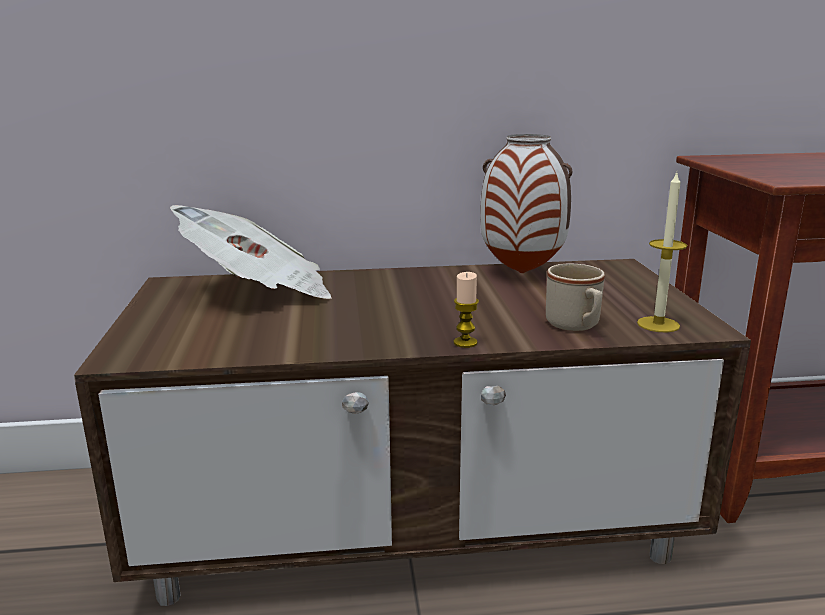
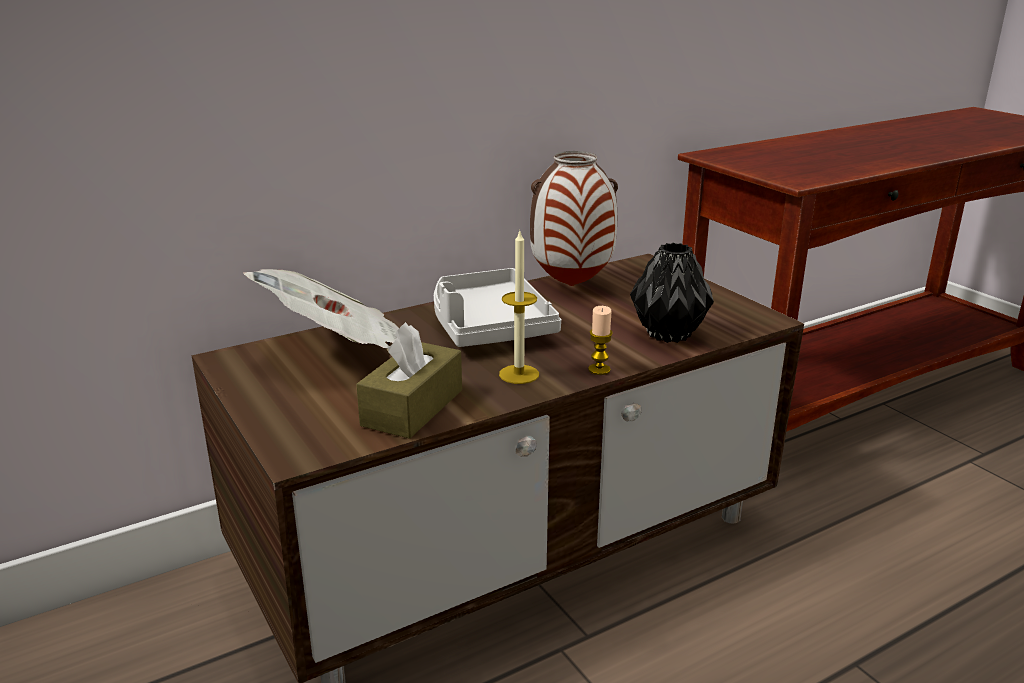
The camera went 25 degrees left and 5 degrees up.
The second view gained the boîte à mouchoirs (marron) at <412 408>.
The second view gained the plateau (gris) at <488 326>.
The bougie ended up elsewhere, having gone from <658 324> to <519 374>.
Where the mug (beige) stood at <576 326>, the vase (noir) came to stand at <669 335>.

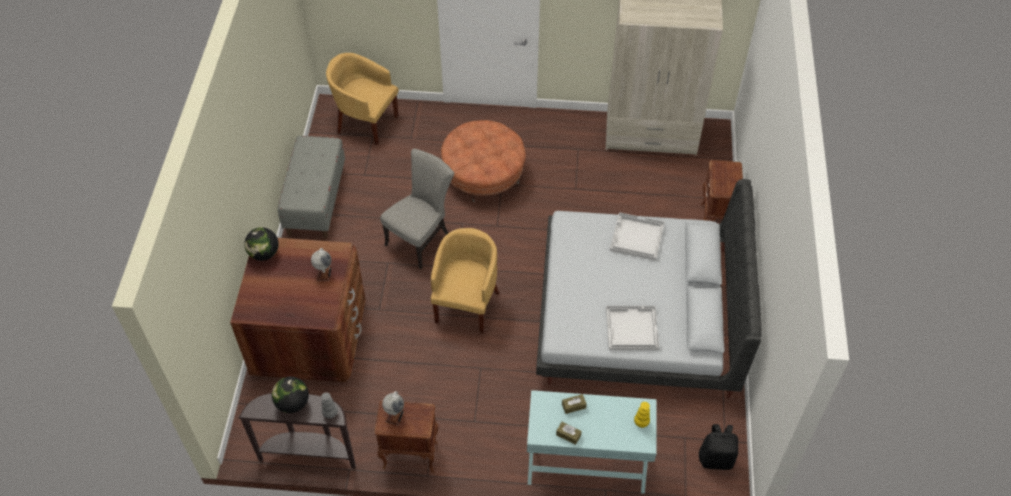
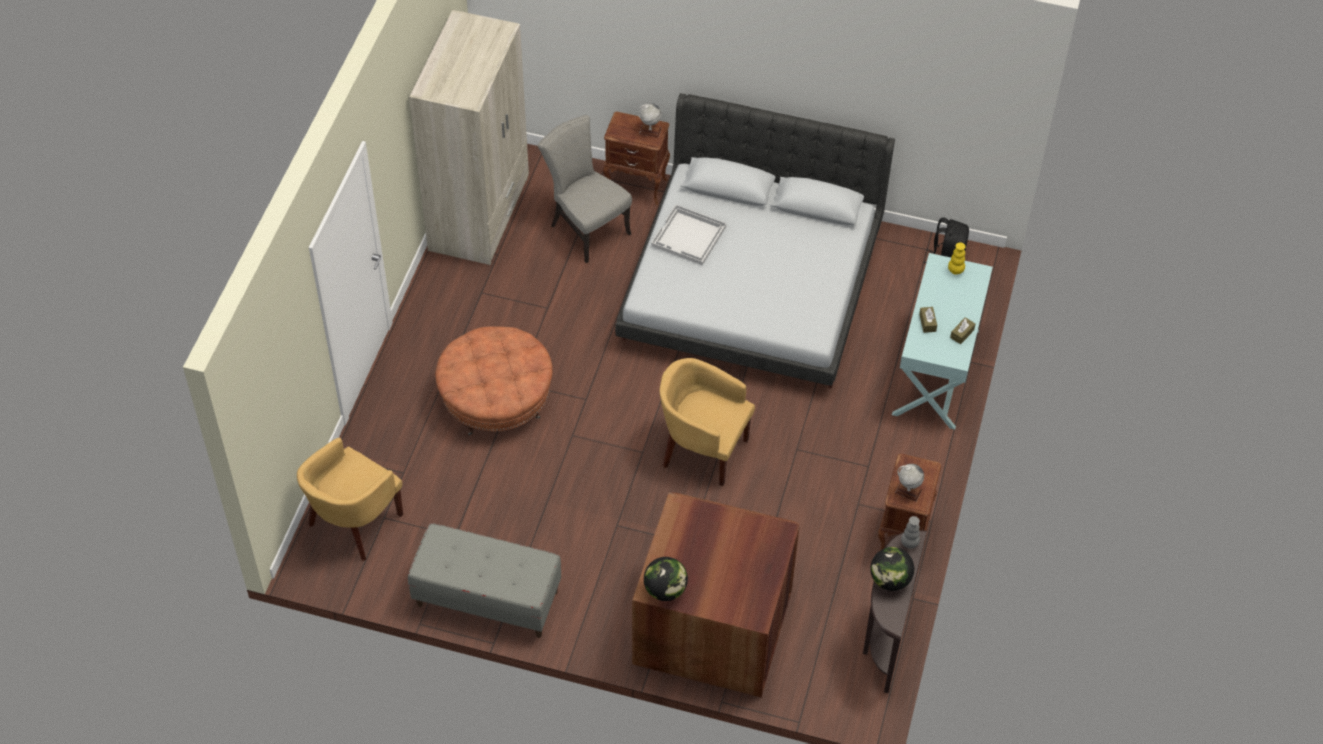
The camera went 80 degrees left and 0 degrees up.
The chaise (gris) ended up elsewhere, having gone from <421 238> to <586 228>.
The globe ended up elsewhere, having gone from <324 272> to <650 131>.
The second view lost the plateau (blanc) at <631 328>.

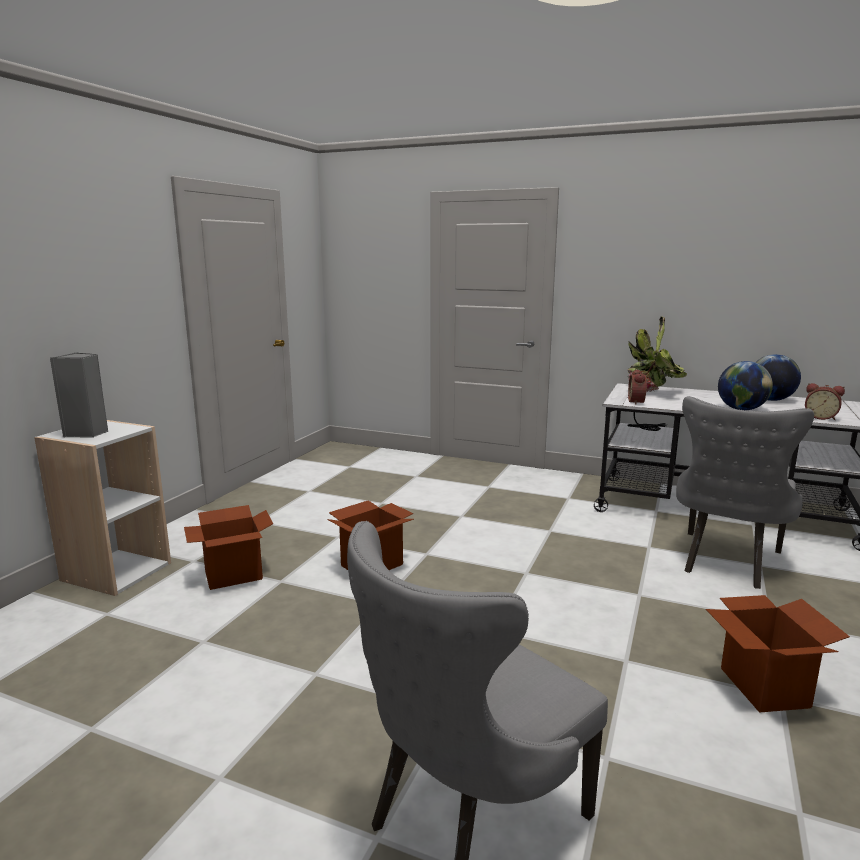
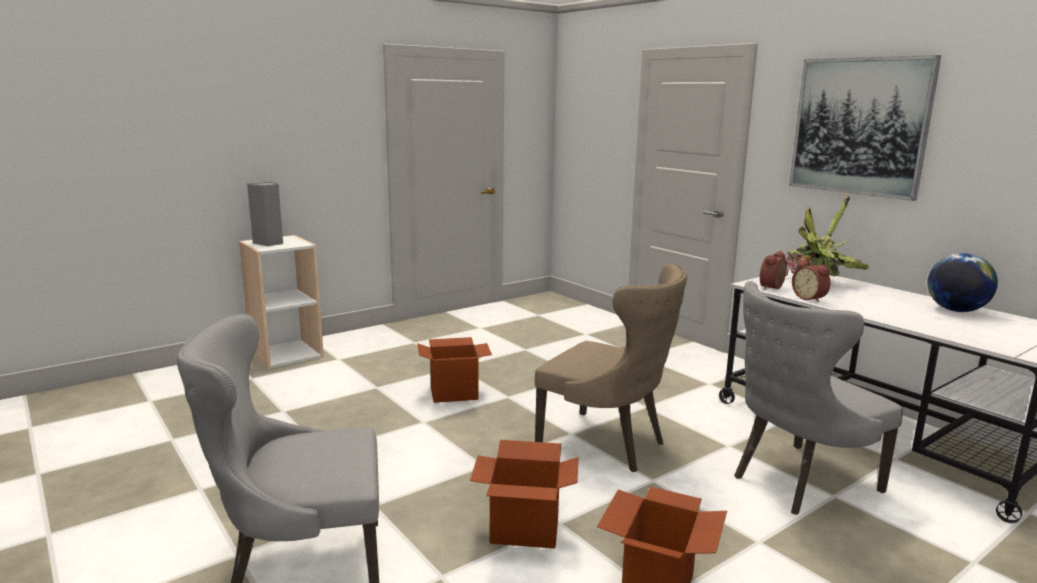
The camera went 30 degrees right and 0 degrees up.
The carton ended up elsewhere, having gone from <233 575> to <524 530>.
The second view gained the chaise (beige) at <607 443>.
The second view gained the tableau at <859 126>.
The réveil ended up elsewhere, having gone from <820 417> to <810 298>.
The second view lost the globe at <741 409>.

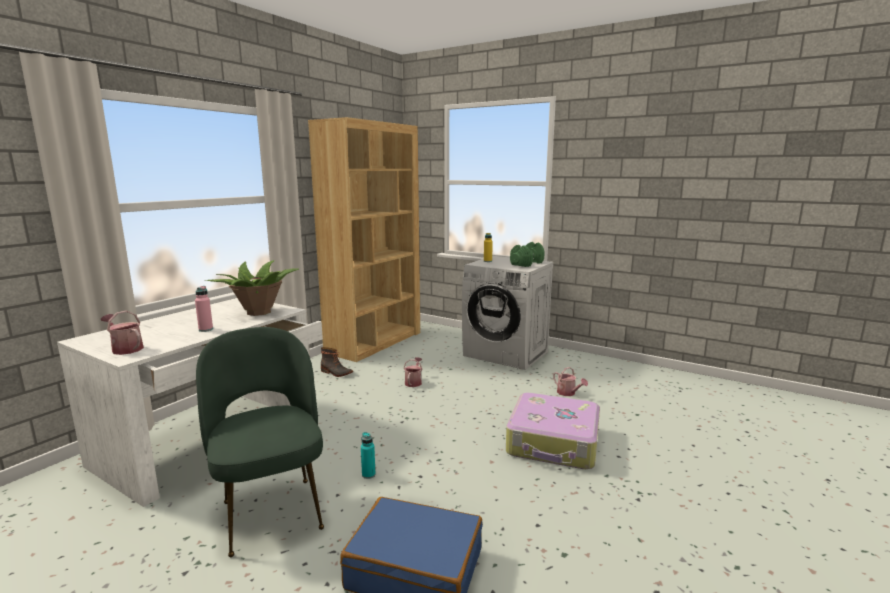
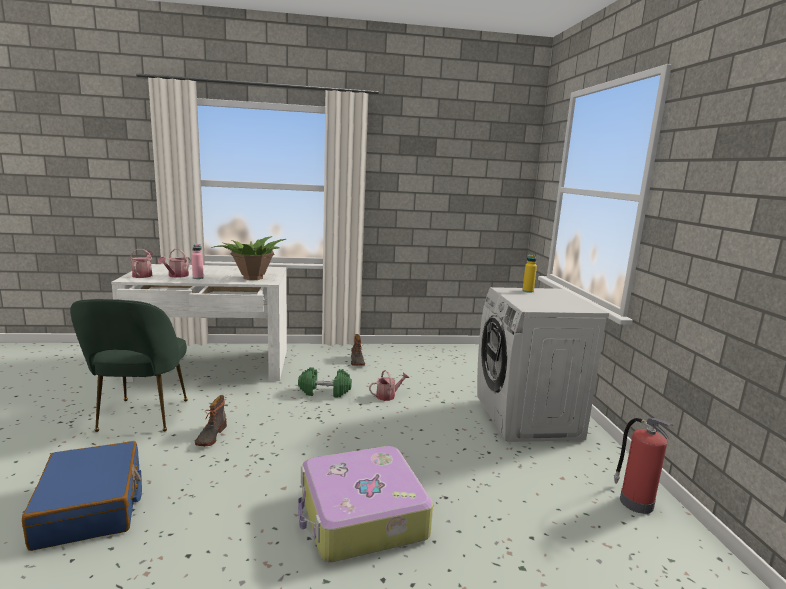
The camera went 50 degrees right and 0 degrees up.
The chaise (vert) at <271 509> ended up facing another way, 150 degrees clockwise from before.
The arrosoir ended up elsewhere, having gone from <568 393> to <176 276>.
Where the bouteille (turquoise) stood at <368 474>, the botte came to stand at <210 436>.
The haltère (vert) ended up elsewhere, having gone from <527 263> to <324 392>.
The second view gained the extincteur at <635 501>.
The second view lost the bibliothèque (marron) at <375 342>.

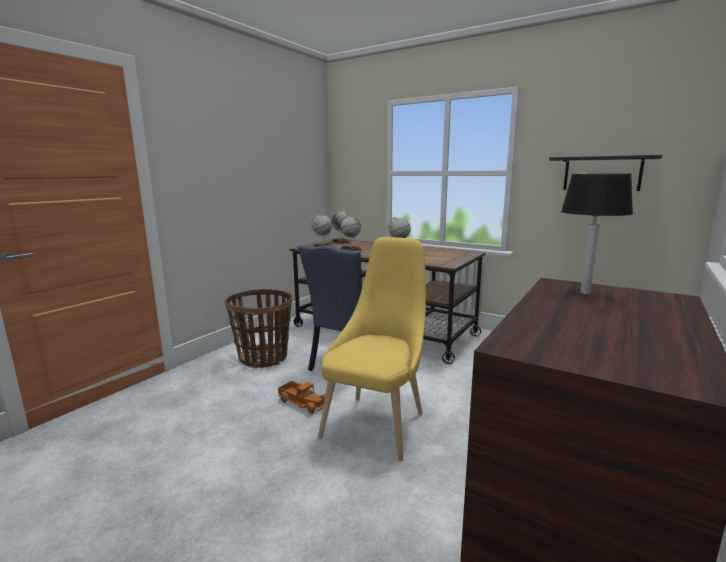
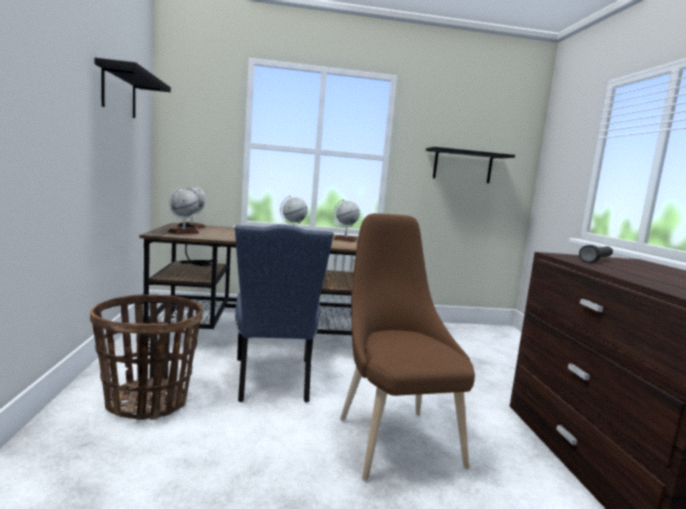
The camera went 40 degrees left and 5 degrees down.
The second view gained the étagère (noir) at <119 92>.
The globe ended up elsewhere, having gone from <350 249> to <345 239>.
What was the chaise (jaune) at <377 422> turned into the chaise (marron) at <393 437>.
Where the lampe de table stood at <585 293>, the lampe de poche (noir) came to stand at <596 261>.
The second view lost the camion jouet at <303 402>.

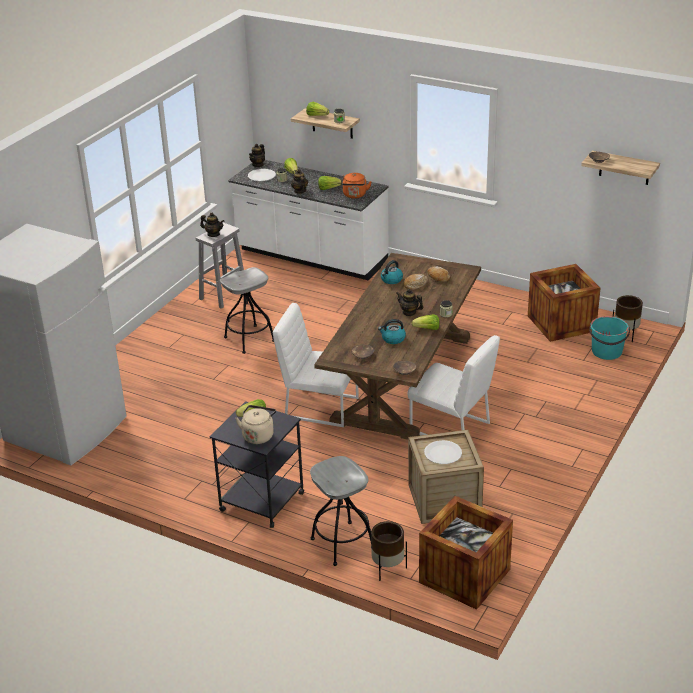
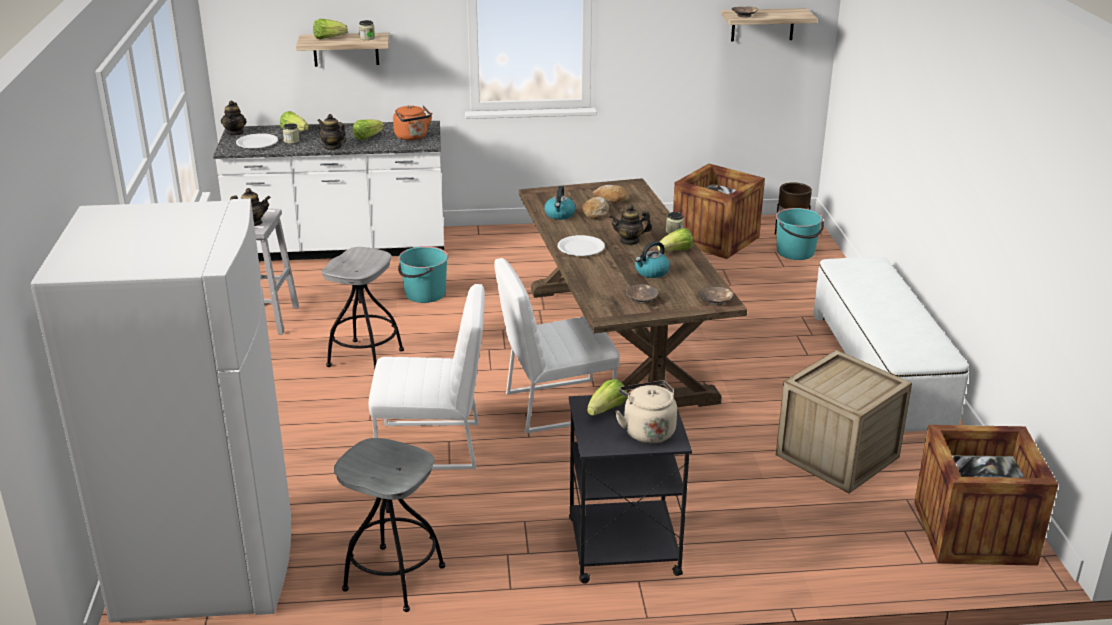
The camera went 35 degrees left and 5 degrees down.
The tabouret (gris) ended up elsewhere, having gone from <342 543> to <394 578>.
The chaise (blanc) ended up elsewhere, having gone from <451 428> to <433 446>.
The second view gained the seau (turquoise) at <424 294>.
The assiette (blanc) ended up elsewhere, having gone from <443 453> to <581 247>.
The second view gained the banc (blanc) at <880 367>.
The second view lost the cache-pot (marron) at <387 569>.

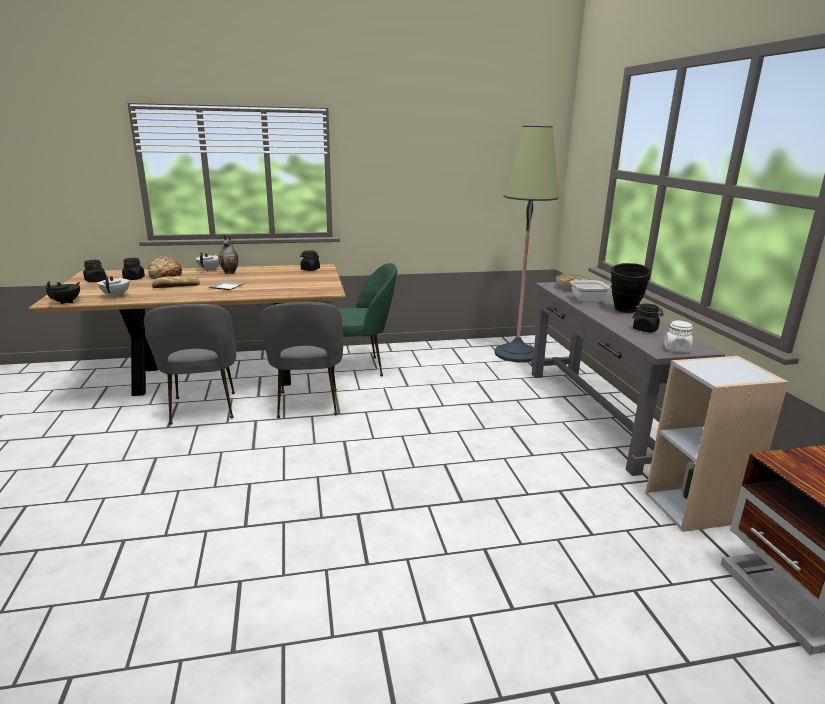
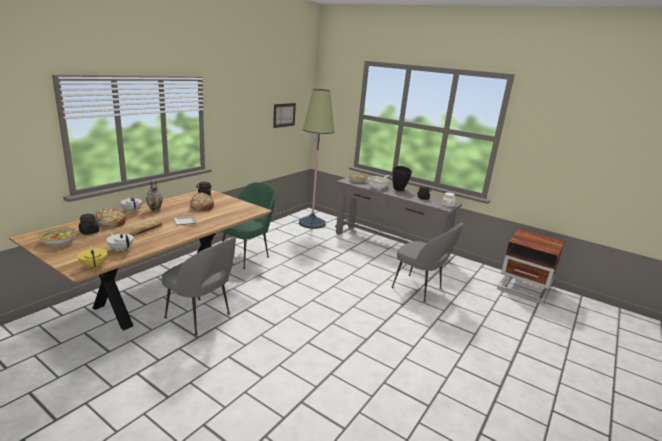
The camera went 45 degrees left and 0 degrees up.
Where the bocal (noir) stood at <96 281>, the bol came to stand at <59 242>.
What was the théière (noir) at <67 302> turned into the théière (jaune) at <94 266>.
The second view gained the pain at <201 207>.
The second view gained the tableau at <284 115>.
The chaise (gris) ended up elsewhere, having gone from <307 407> to <420 290>.
The second view lost the bibliothèque at <696 507>.

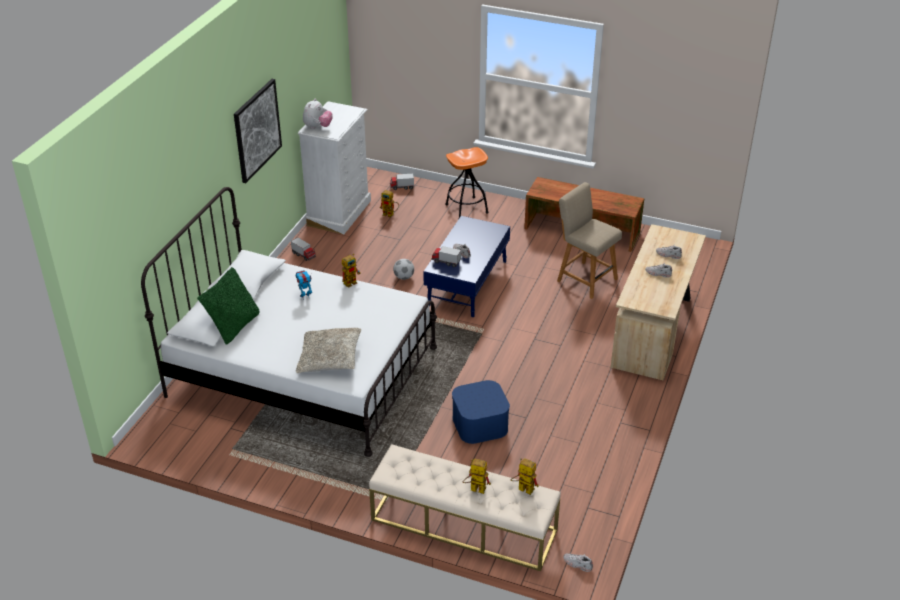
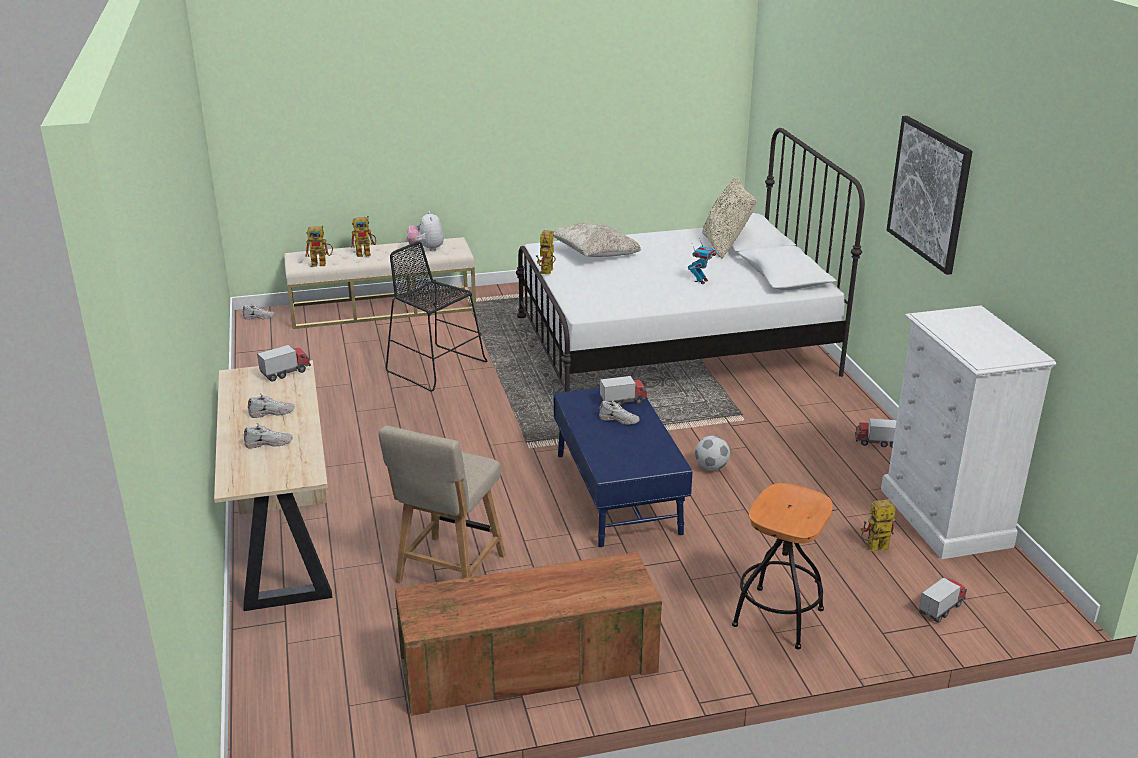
The camera went 145 degrees right and 10 degrees down.
The second view gained the camion jouet at <286 373>.
The chaise (beige) at <584 278> ended up facing another way, 105 degrees clockwise from before.
Where the boîte de rangement (bleu) stood at <480 424>, the tabouret (noir) came to stand at <437 367>.
The peluche ended up elsewhere, having gone from <317 127> to <426 249>.
The robot jouet ended up elsewhere, having gone from <351 281> to <547 273>.
What was the coussin (vert) at <233 325> turned into the coussin (beige) at <726 245>.

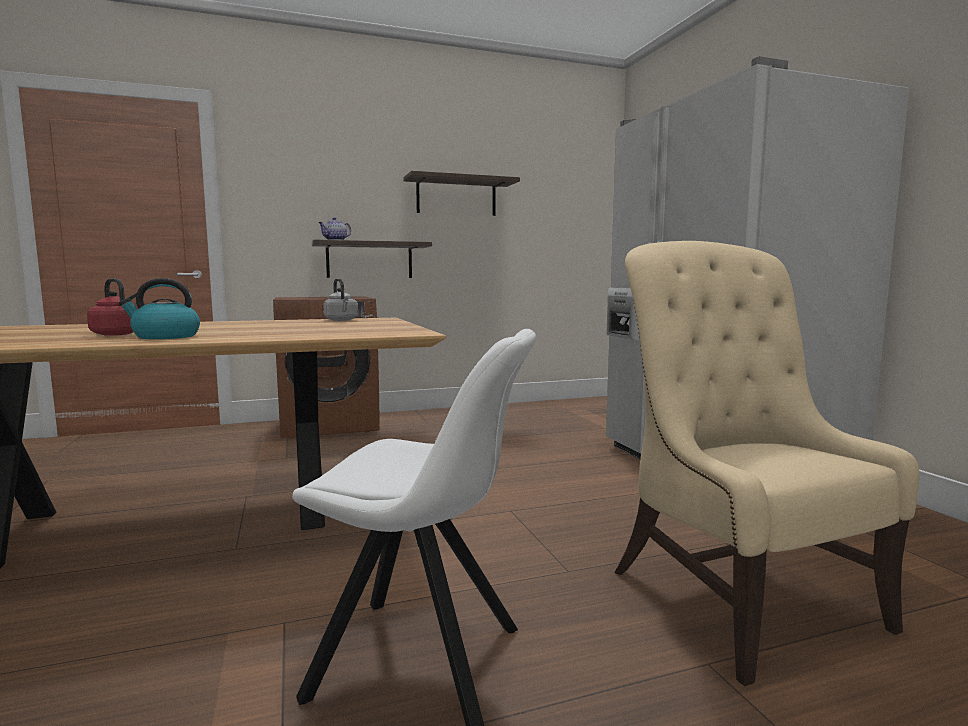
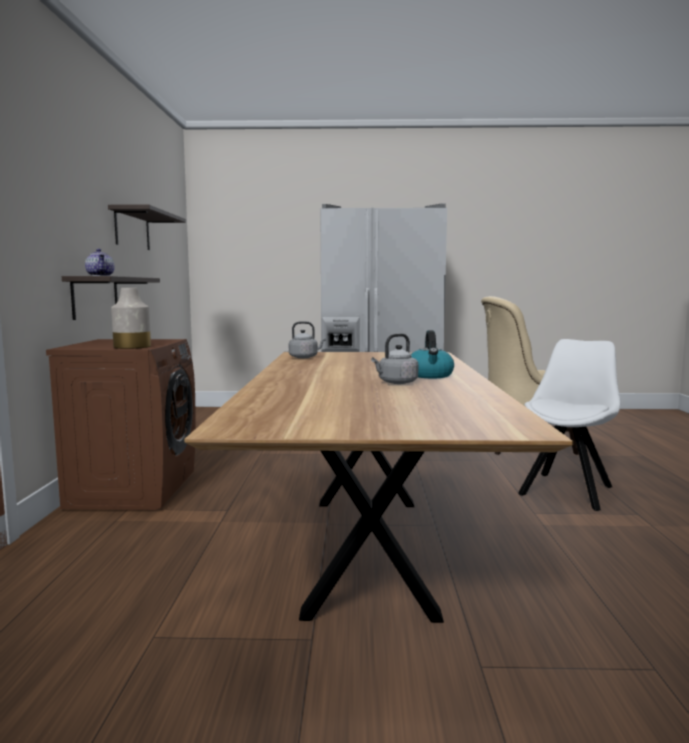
The camera went 70 degrees left and 0 degrees up.
The second view gained the vase (beige) at <131 346>.
What was the bouilloire (rouge) at <114 334> turned into the bouilloire (gris) at <396 382>.

